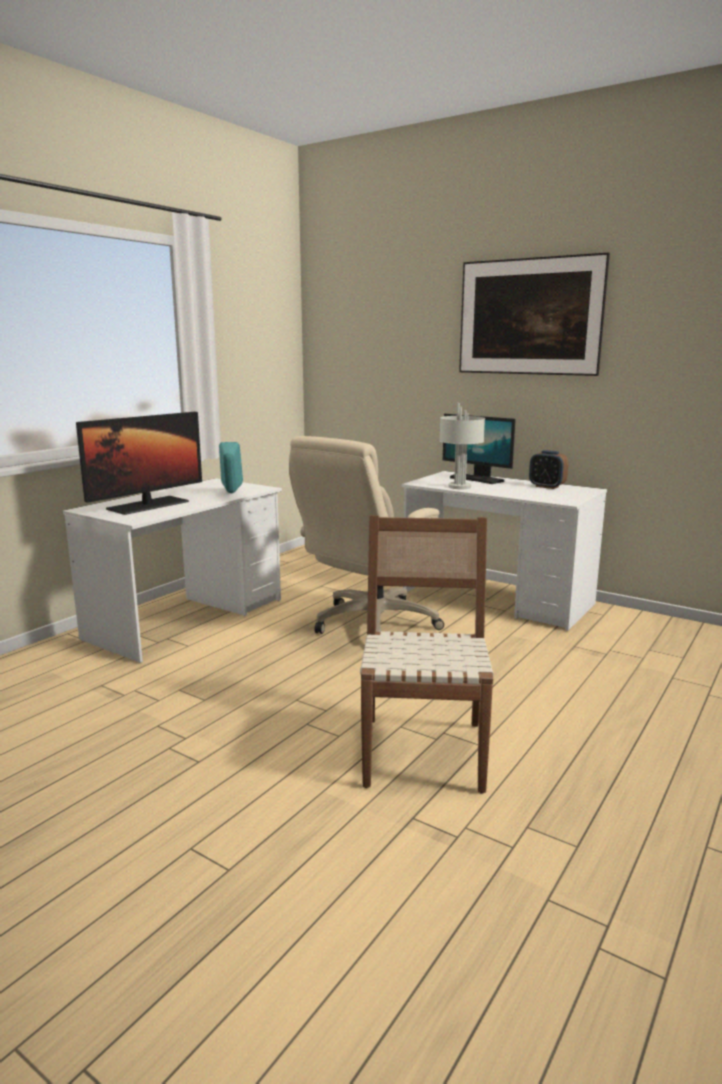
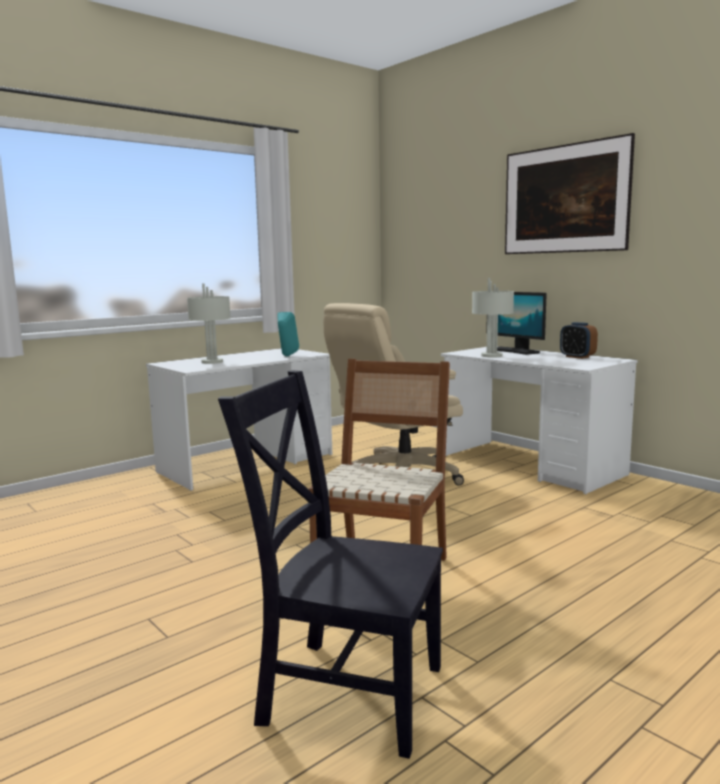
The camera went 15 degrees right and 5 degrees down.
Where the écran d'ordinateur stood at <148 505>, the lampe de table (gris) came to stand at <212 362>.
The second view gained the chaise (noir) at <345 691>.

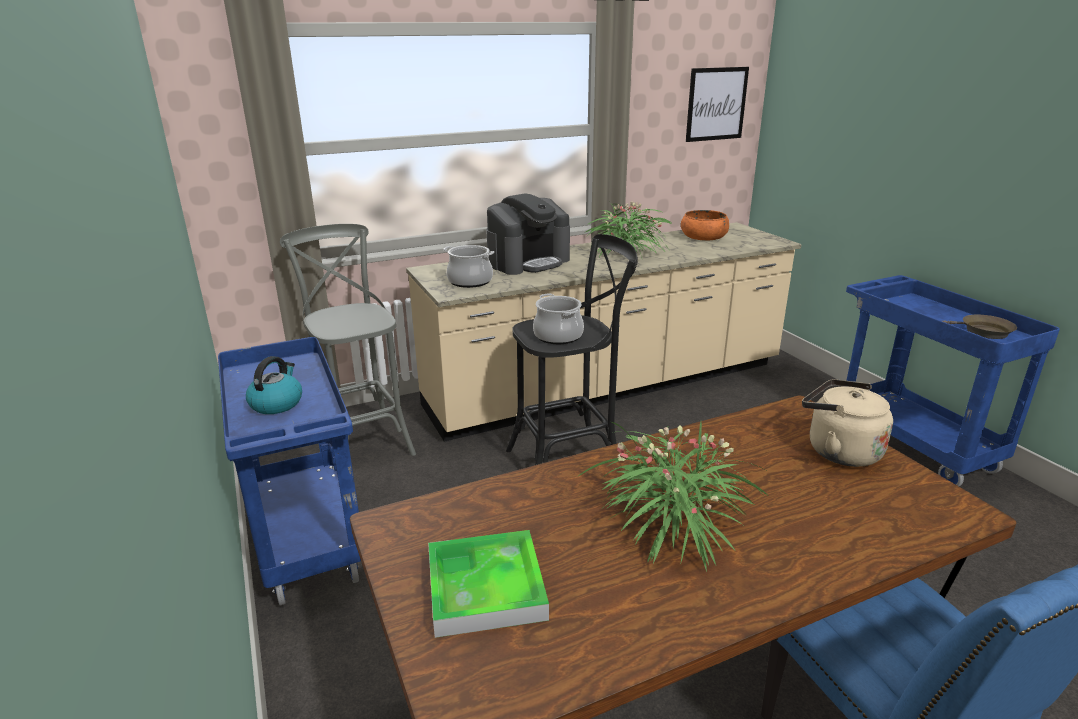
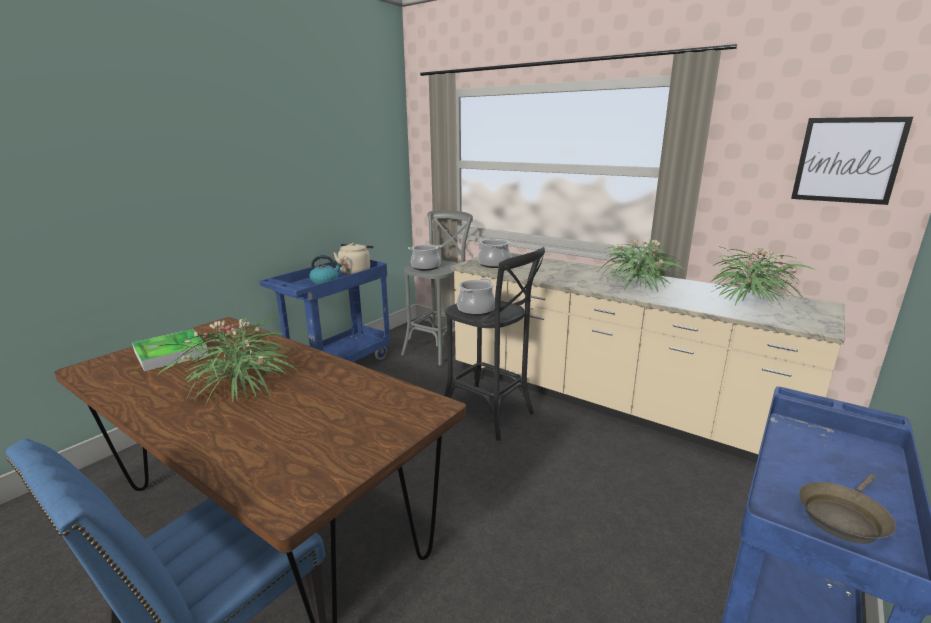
The camera went 60 degrees right and 5 degrees down.
The bouilloire (beige) ended up elsewhere, having gone from <838 451> to <355 271>.
The second view gained the marmite at <425 267>.
Where the bol (orange) stood at <703 237>, the plante en pot came to stand at <749 299>.
The poêle (marron) at <981 331> ended up facing another way, 60 degrees clockwise from before.
The second view lost the machine à café at <528 262>.

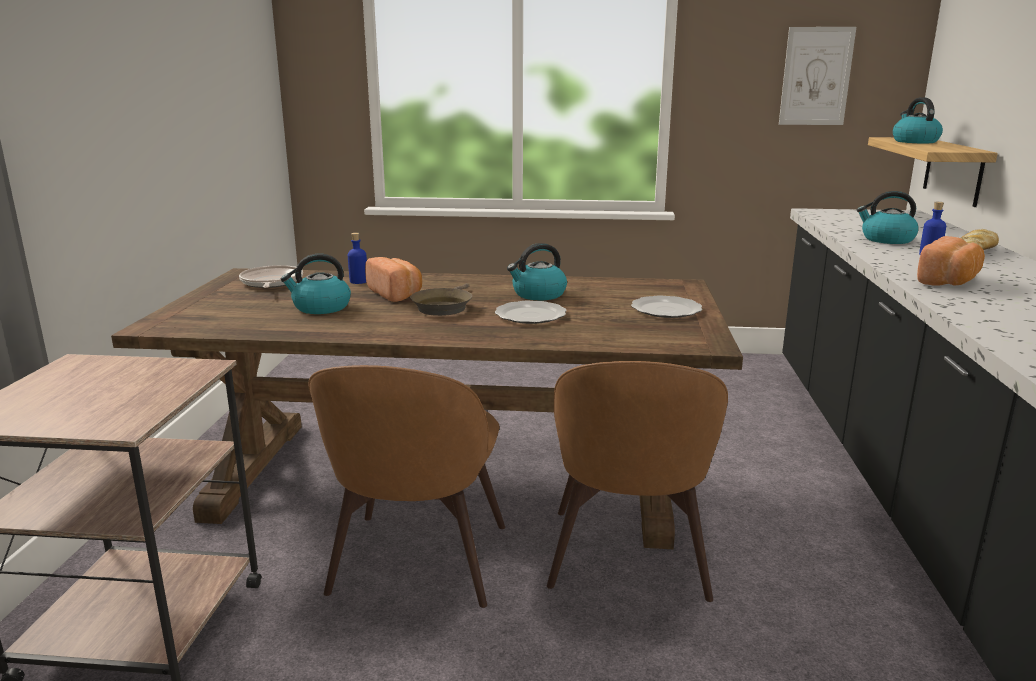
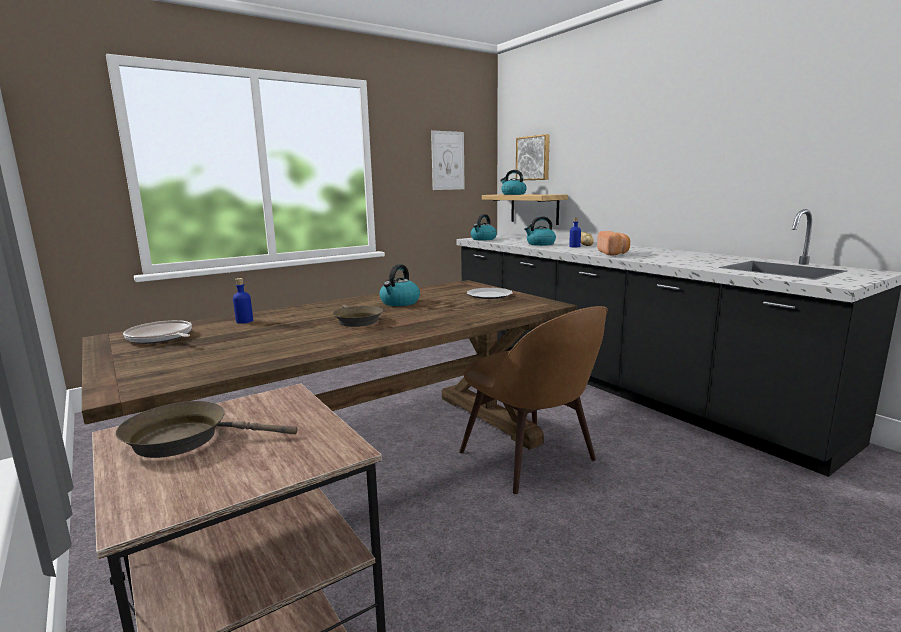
The camera went 40 degrees left and 5 degrees down.
The second view gained the poêle (marron) at <186 439>.
The bouilloire ended up elsewhere, having gone from <321 307> to <483 239>.
The second view gained the tableau at <533 158>.
The second view lost the chaise (marron) at <418 564>.
The second view lost the pain at <396 294>.
The second view lost the assiette at <530 316>.

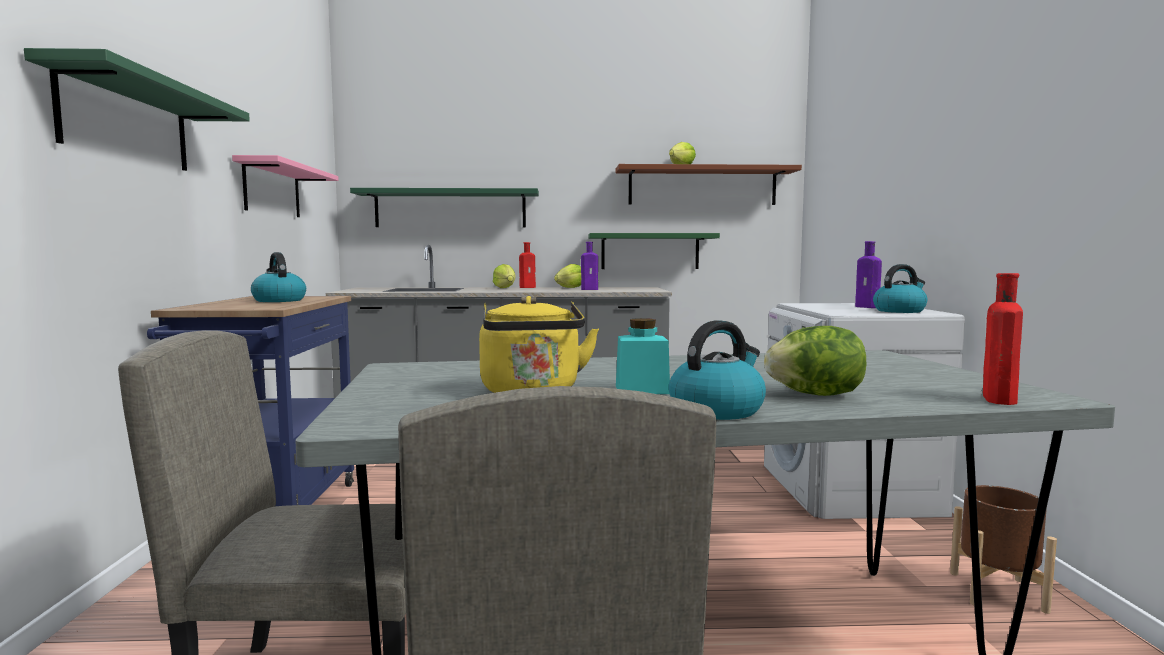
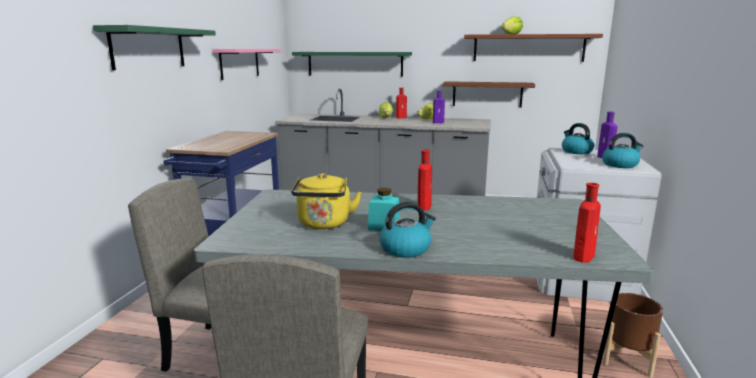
The camera went 15 degrees right and 10 degrees up.
The second view gained the bouteille (rouge) at <424 206>.
What was the étagère (vert) at <650 251> turned into the étagère (marron) at <487 94>.
The bouilloire ended up elsewhere, having gone from <278 300> to <576 151>.
The second view lost the laitue at <815 395>.

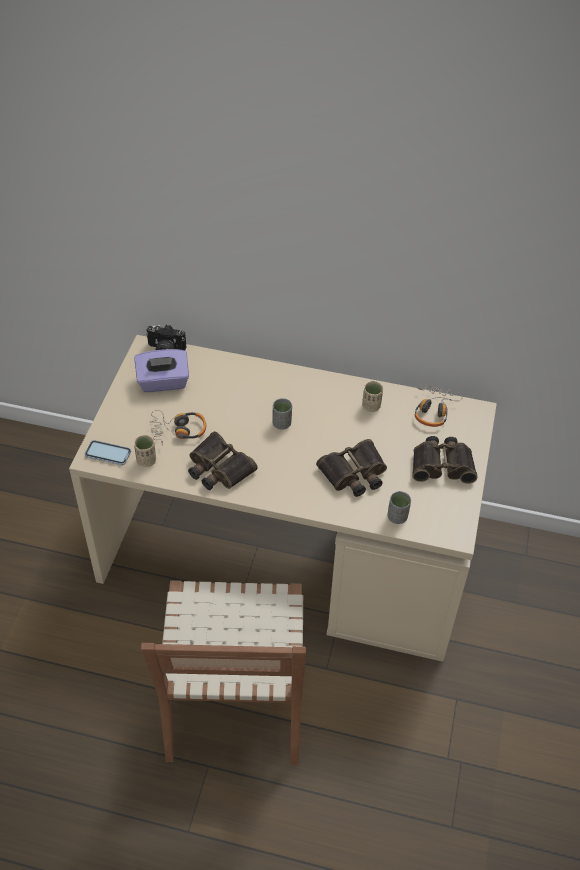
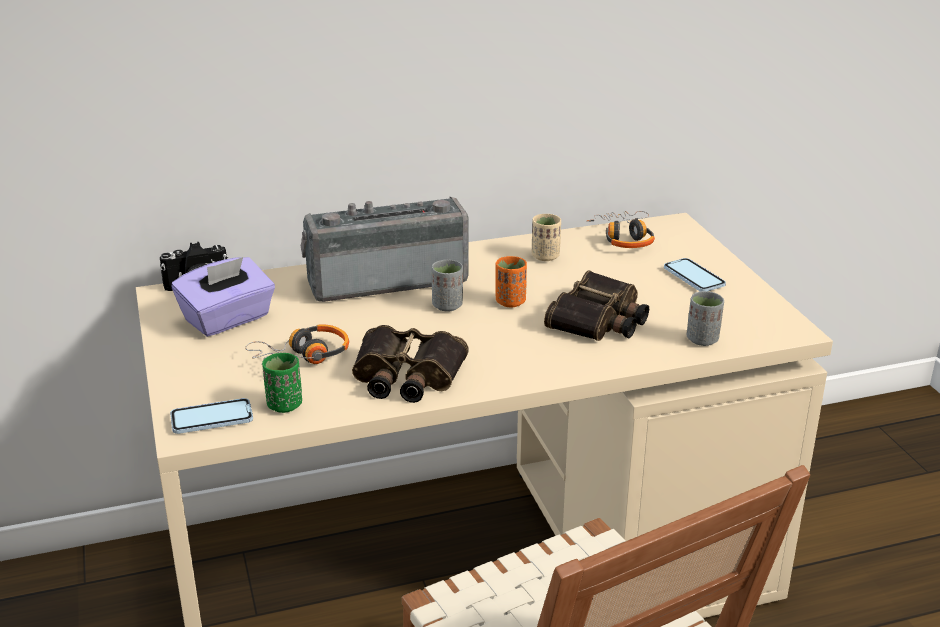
The camera went 30 degrees left and 20 degrees down.
What was the tasse (beige) at <146 460> turned into the tasse (vert) at <284 405>.
The second view gained the radio at <386 279>.
The second view gained the tasse (orange) at <510 302>.
Where the jumelles stood at <442 464>, the téléphone came to stand at <694 277>.

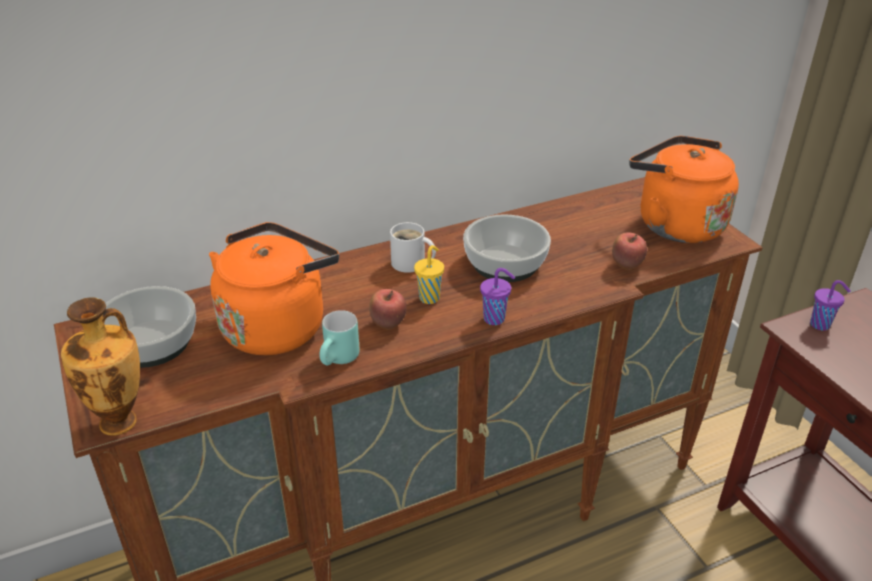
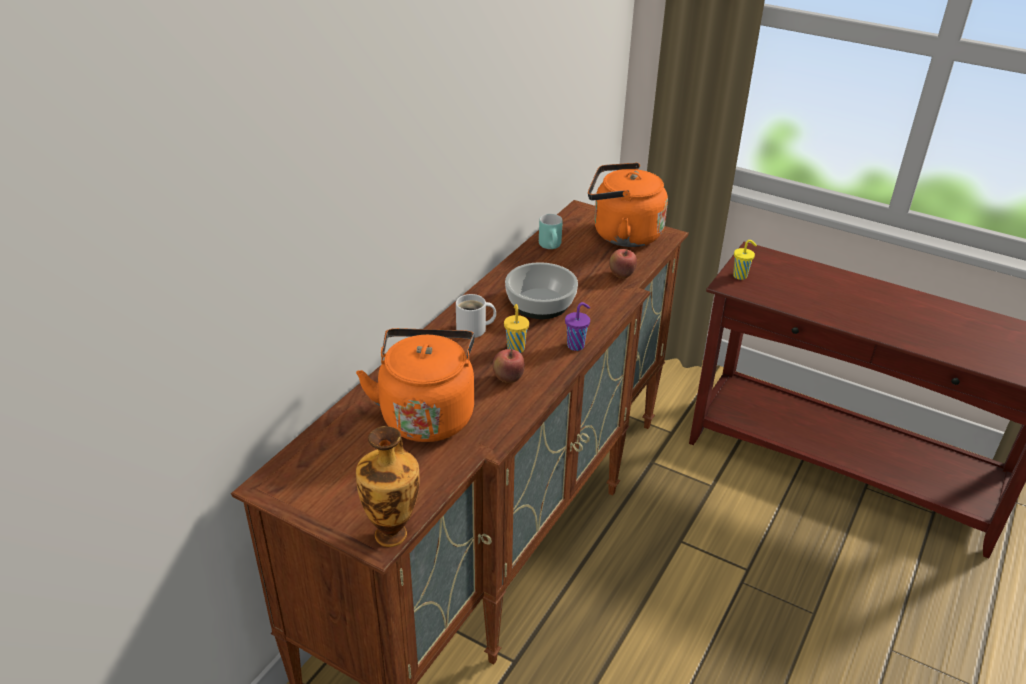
The camera went 35 degrees left and 0 degrees up.
The mug (turquoise) ended up elsewhere, having gone from <340 360> to <552 247>.
What was the tasse (violet) at <821 325> turned into the tasse (jaune) at <741 276>.
The second view lost the bol at <152 342>.

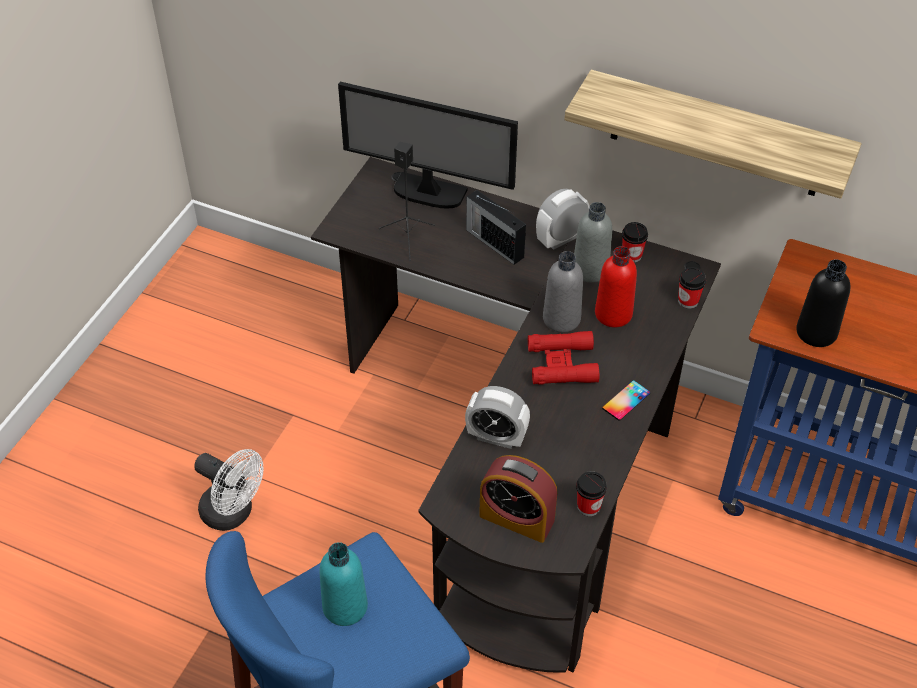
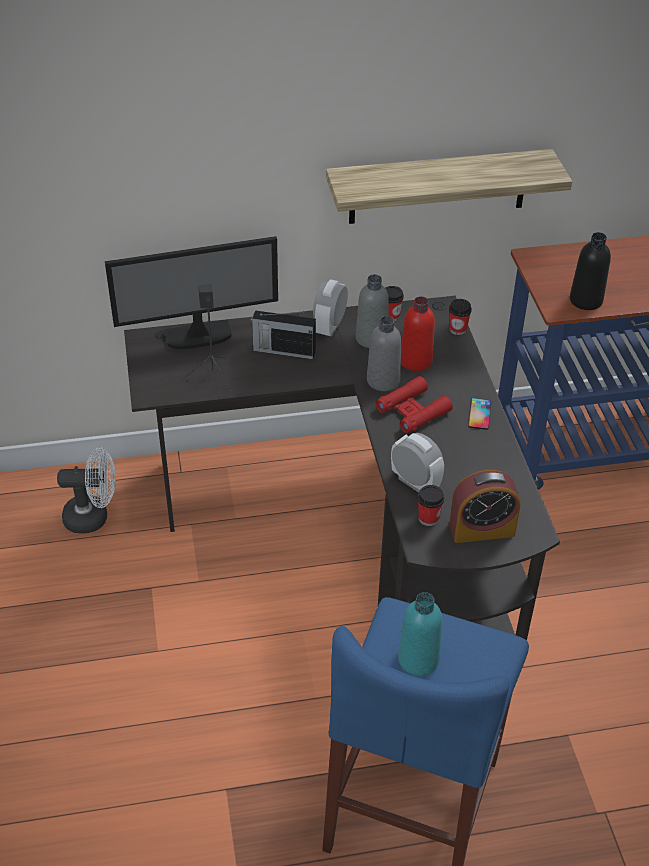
The camera went 35 degrees left and 5 degrees down.
The ventilateur (blanc) ended up elsewhere, having gone from <233 513> to <93 517>.
The réveil at <496 437> ended up facing another way, 120 degrees counterclockwise from before.
The tasse ended up elsewhere, having gone from <588 506> to <428 518>.

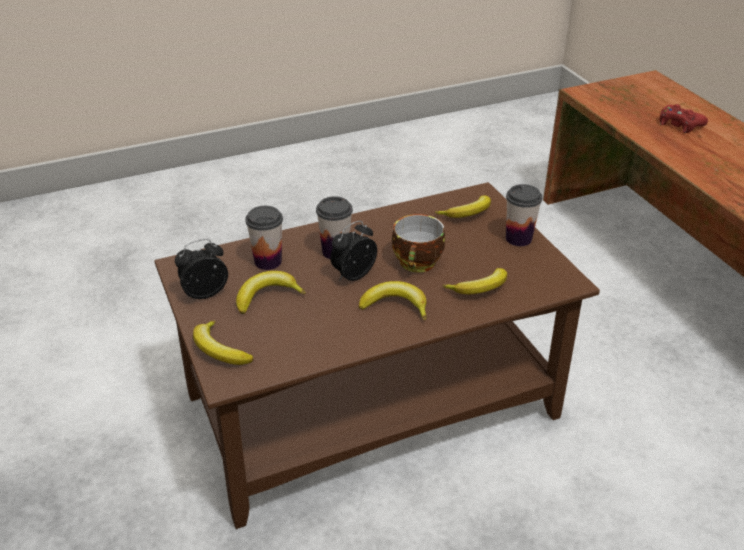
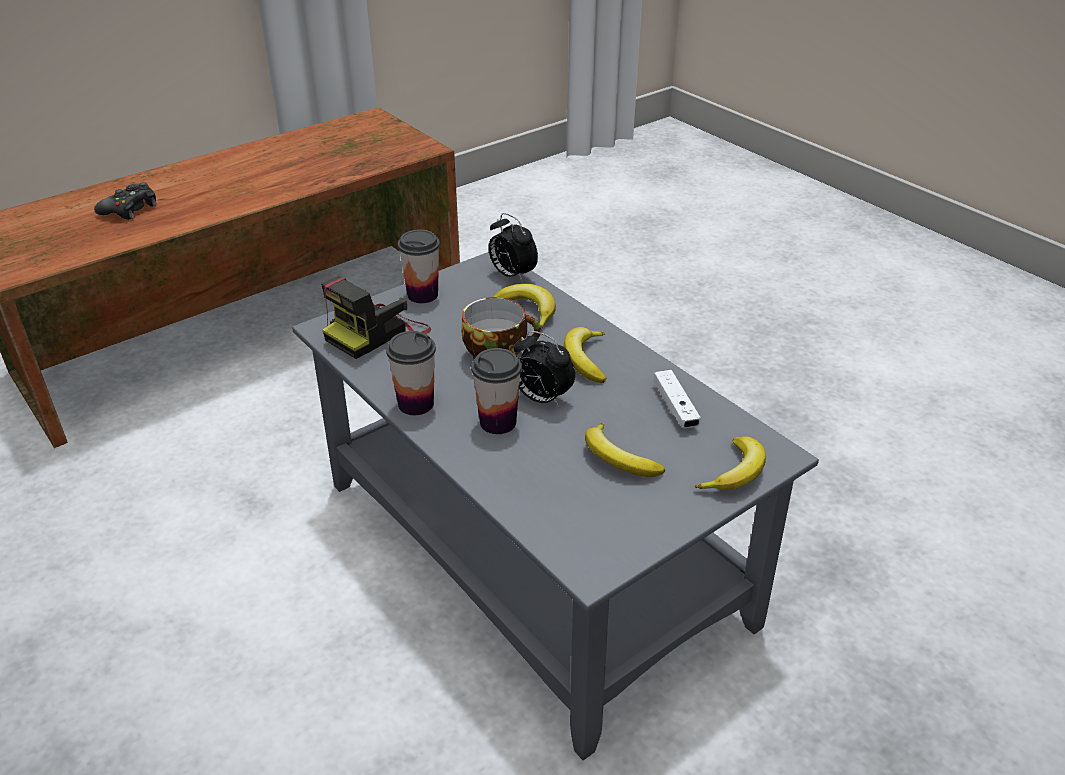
The camera went 105 degrees left and 0 degrees up.
What was the manette (rouge) at <679 124> turned into the manette (noir) at <130 209>.
What was the table basse (marron) at <369 408> turned into the table basse (gris) at <536 553>.
Where the banane stood at <467 213>, the appareil photo came to stand at <376 332>.
The tasse ended up elsewhere, having gone from <268 261> to <416 404>.
The réveil ended up elsewhere, having gone from <205 293> to <512 275>.
The second view gained the manette (blanc) at <675 407>.

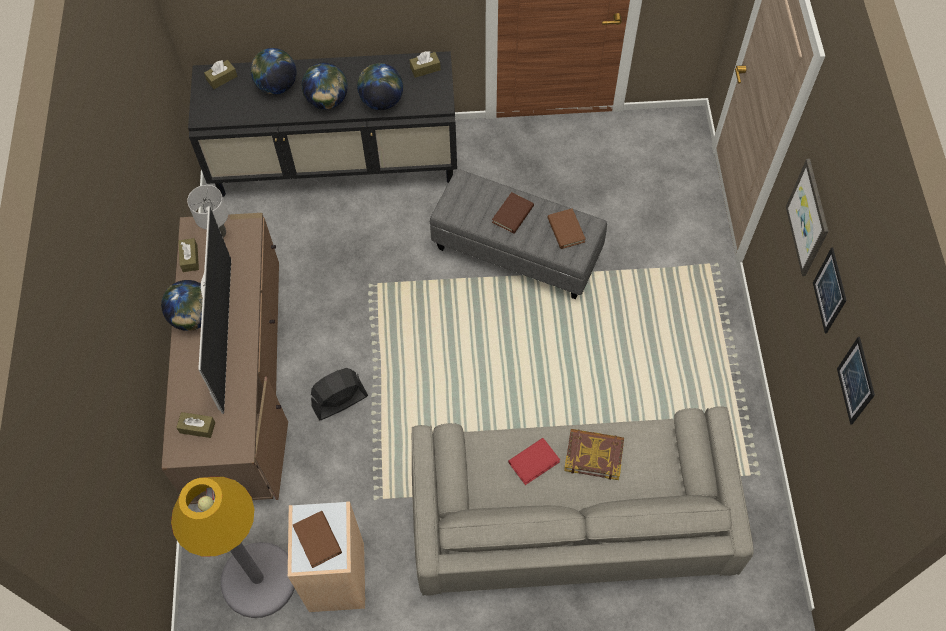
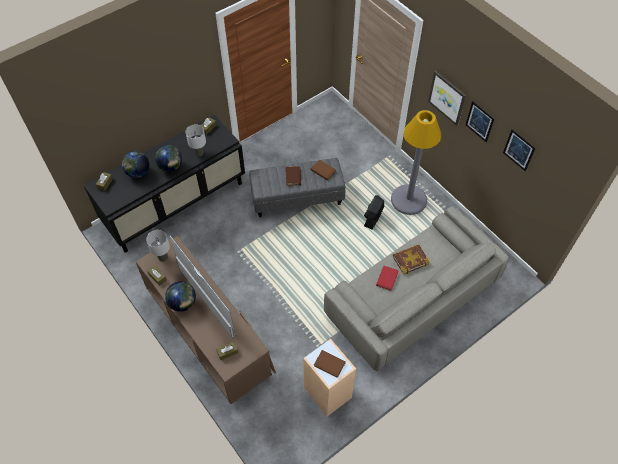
The camera went 35 degrees left and 5 degrees down.
Where the globe stood at <382 101>, the lampe de table (blanc) came to stand at <198 153>.
The ventilateur (noir) ended up elsewhere, having gone from <339 401> to <373 217>.
The lampadaire (gris) ended up elsewhere, having gone from <259 580> to <409 200>.

